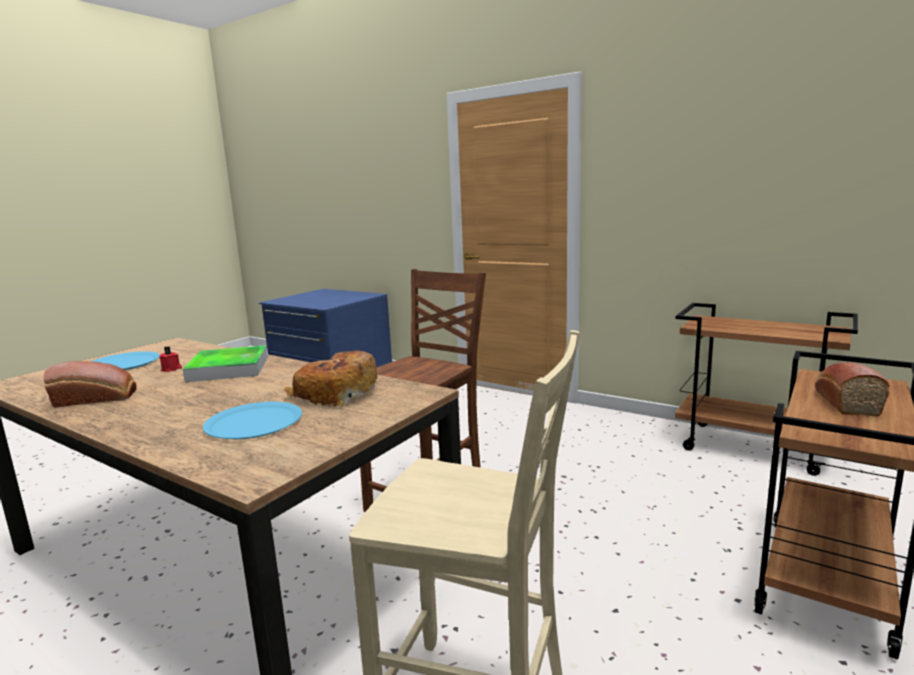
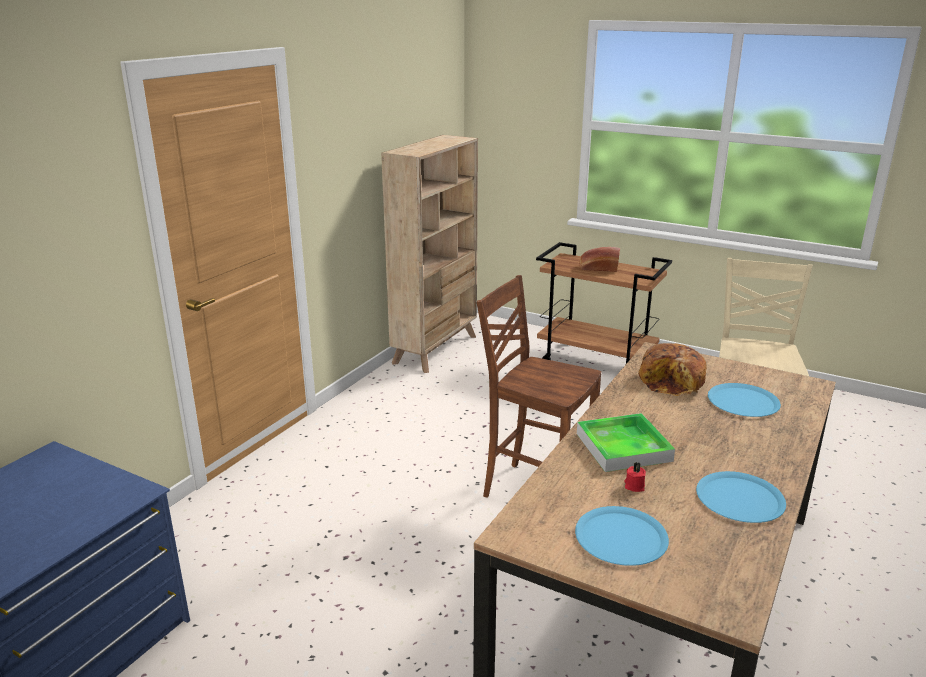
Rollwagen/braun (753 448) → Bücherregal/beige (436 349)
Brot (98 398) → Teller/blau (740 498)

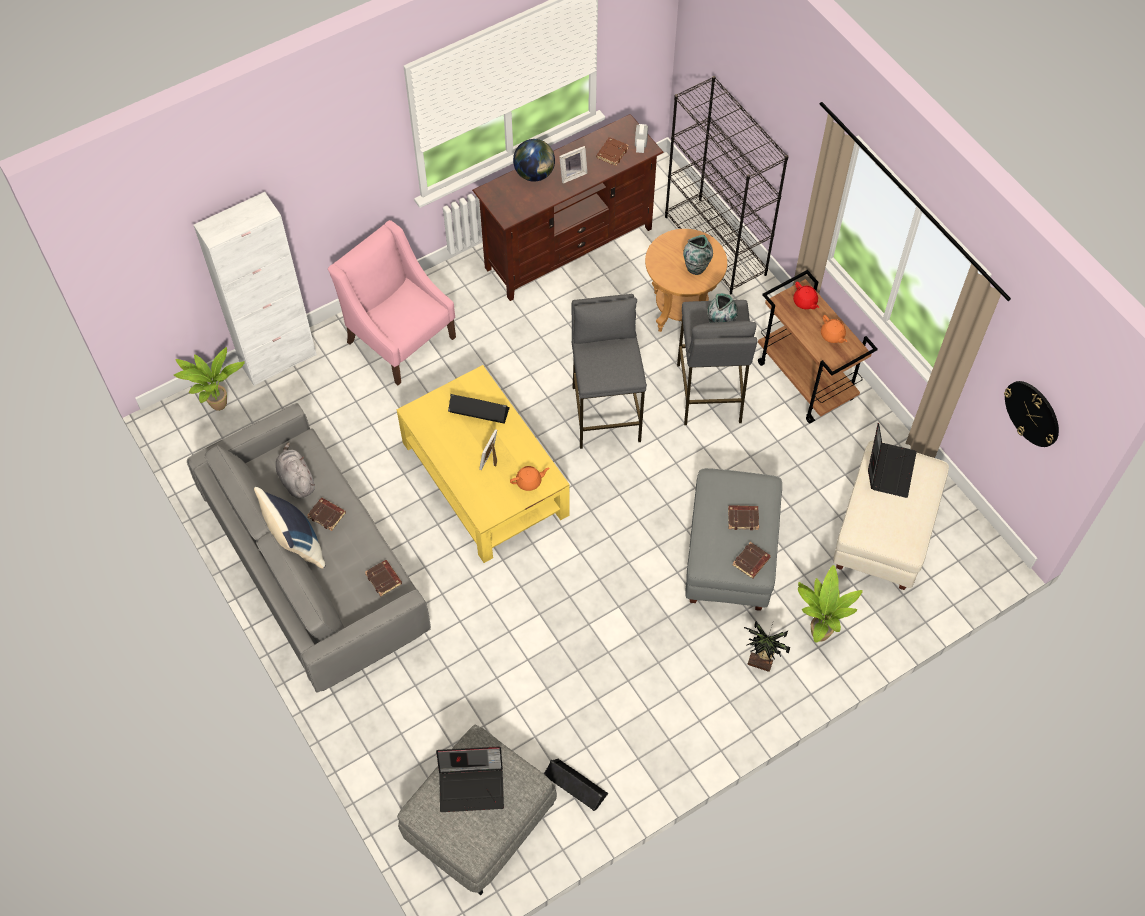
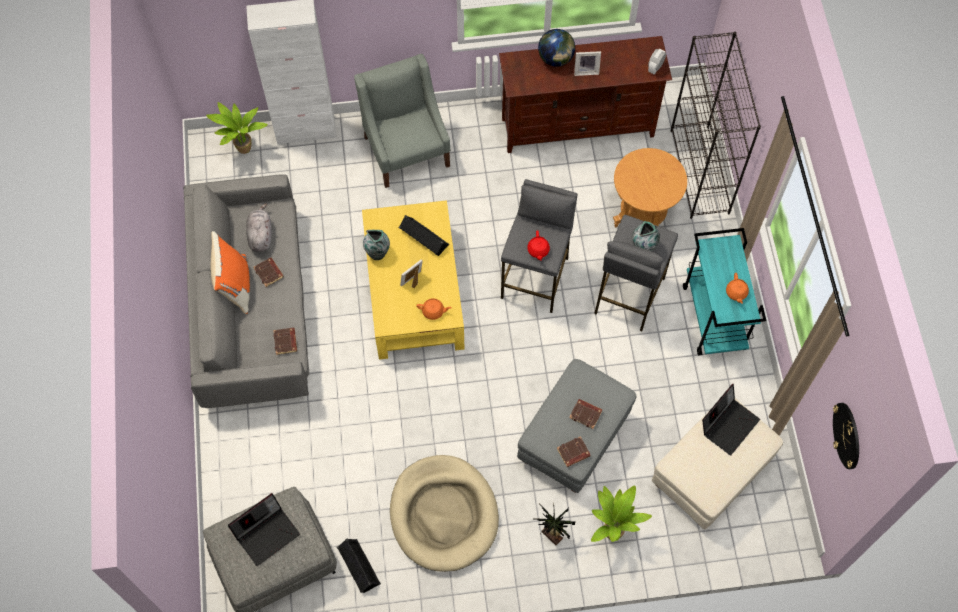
Buch/braun (612 153) → -
Sessel/rosa (400 338) → Sessel/grau (406 150)
Vase (696 267) → Vase (378 253), relocated
Rollwagen/braun (806 381) → Rollwagen/türkis (714 318)
Teekanne/rot (805 302) → Teekanne/rot (538 250), relocated
Kissen/blau (295 543) → Kissen/orange (235 285)
Laptop (472 785) → Laptop (267 533), 60 degrees counterclockwise
- → Hundebett/beige (443 514)

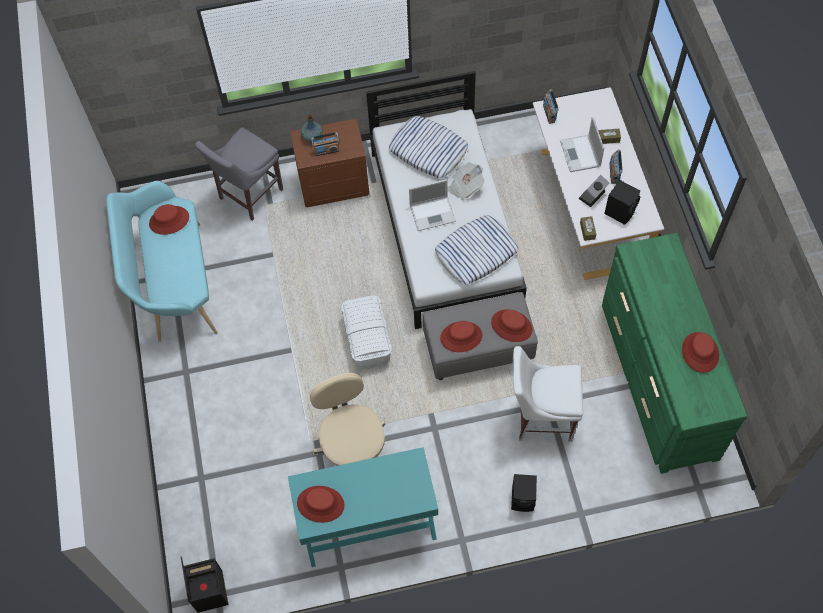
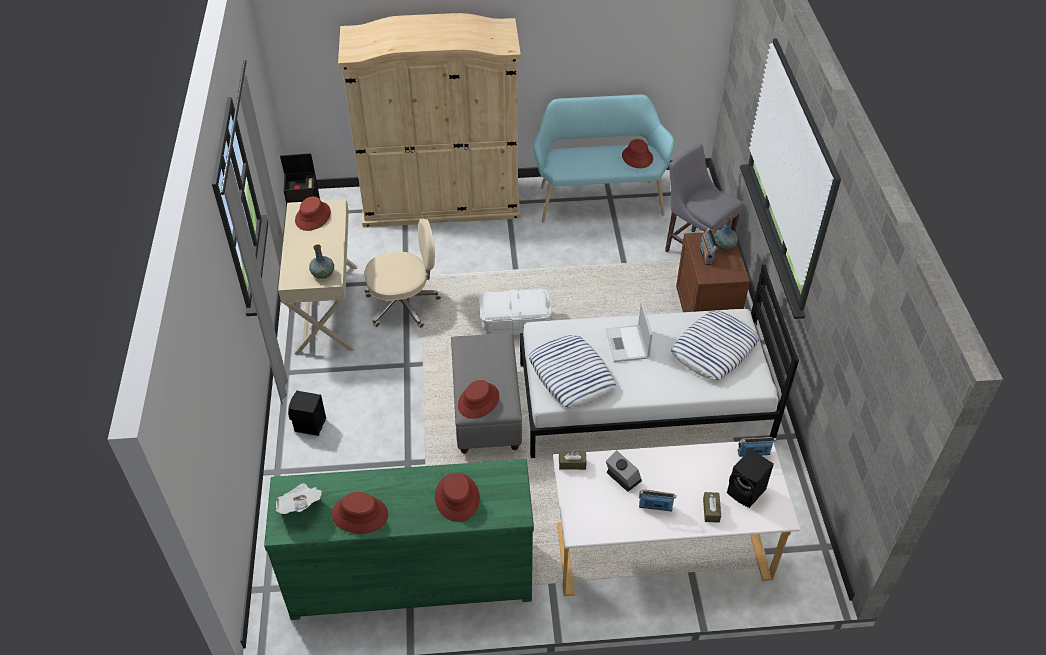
Laptop (580 154) → -
Zeitung (465 186) → Zeitung (300 505), relocated
Lautsprecher/schwarz (620 211) → Lautsprecher/schwarz (747 492), relocated
Hut/rot (461 337) → Hut/rot (457 497), relocated
Stuhl/weiß (541 417) → -
Schreibtisch/türkis (368 524) → Schreibtisch/beige (326 308)
- → Kleiderschrank/beige (441 203)
- → Vase (323 274)

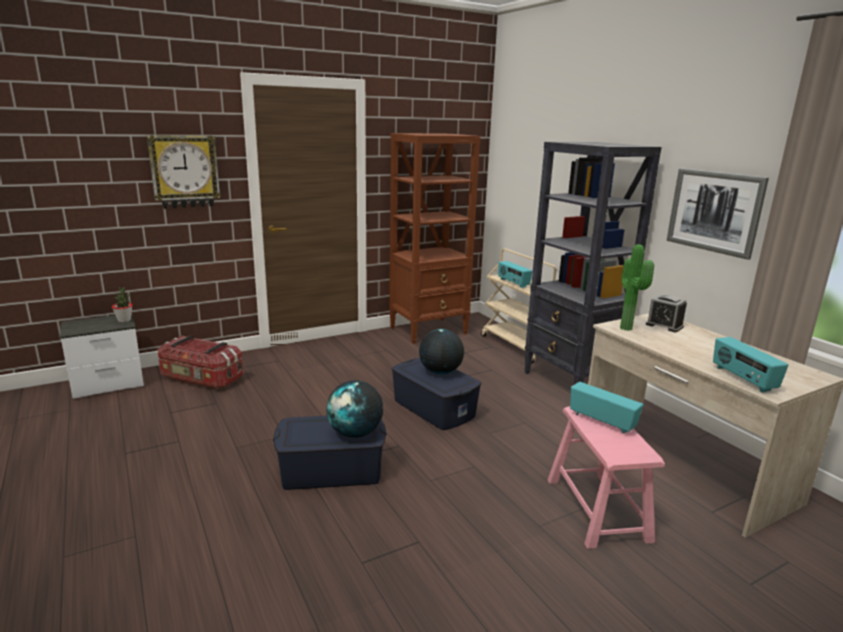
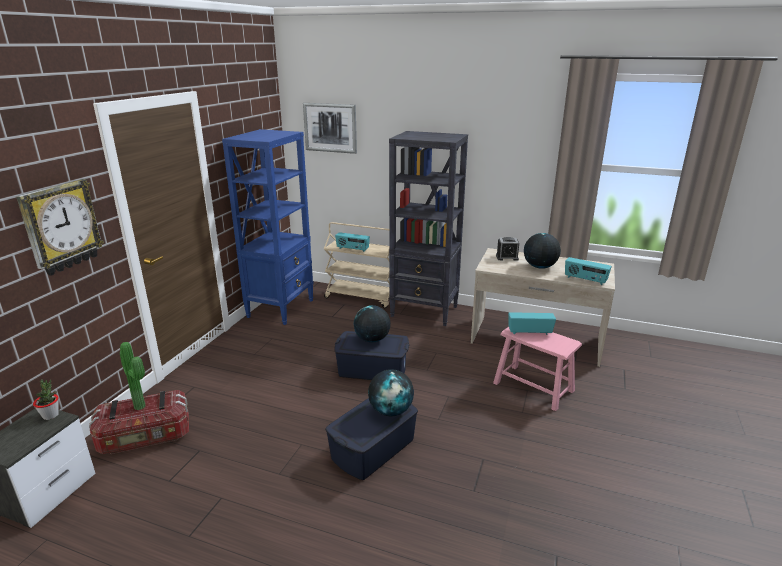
Bücherregal/braun (429 330) → Bücherregal/blau (281 308)
Bild (714 211) → Bild (330 127), relocated
Topfpflanze (628 328) → Topfpflanze (142 405), relocated
- → Globus (539 267)

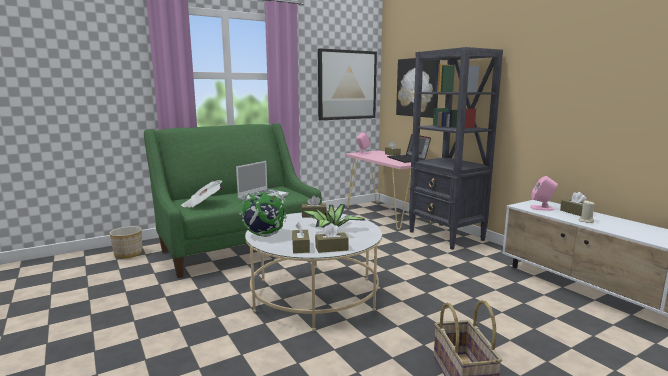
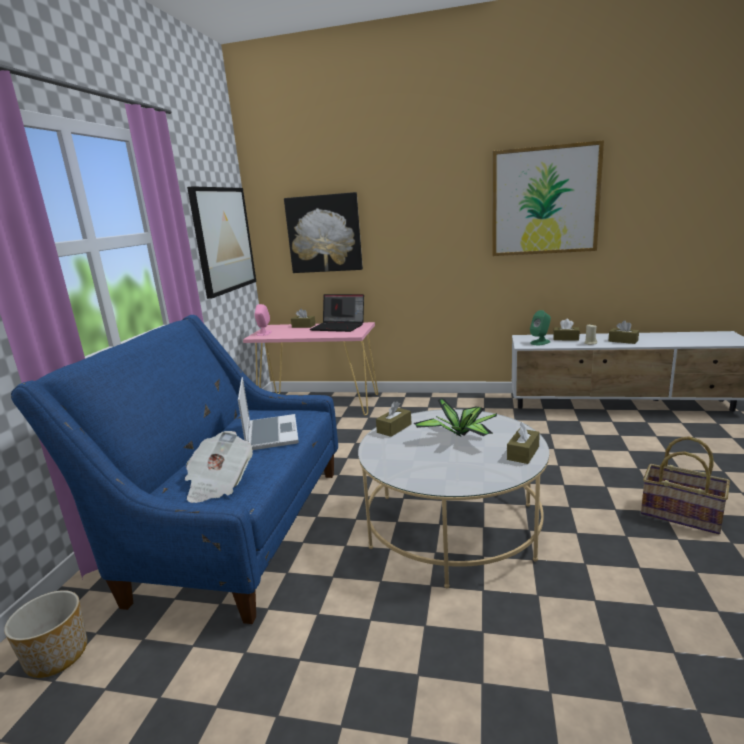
Bücherregal/schwarz (446 236) → -
Sofa/grün (237 246) → Sofa/blau (232 528)
Lautsprecher/rosa (542 208) → Lautsprecher/grün (540 342)
Globus (264 235) → -
Taschentuchbox/braun (300 247) → Taschentuchbox/braun (623 341), relocated
- → Bild (544 201)

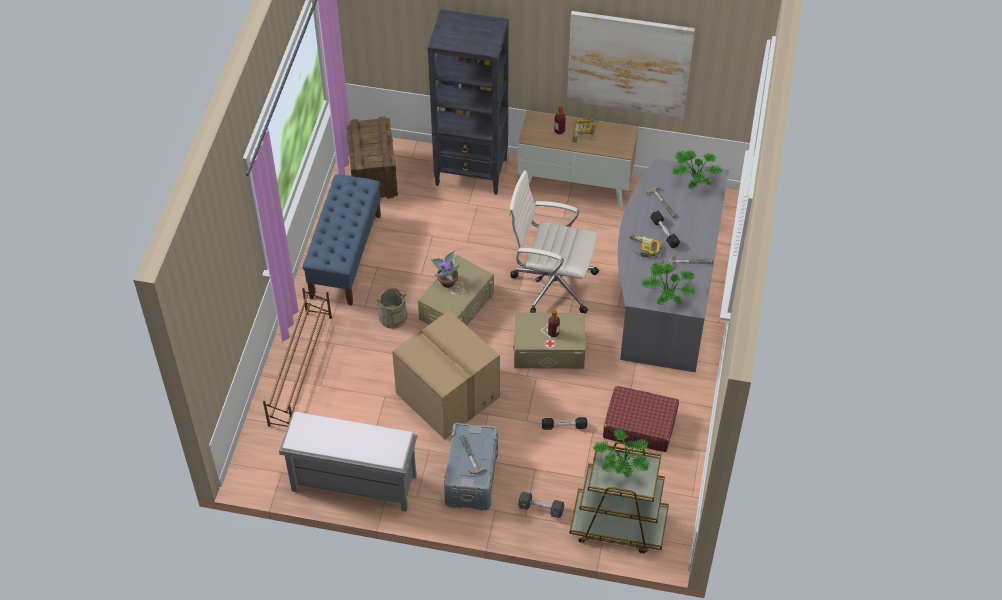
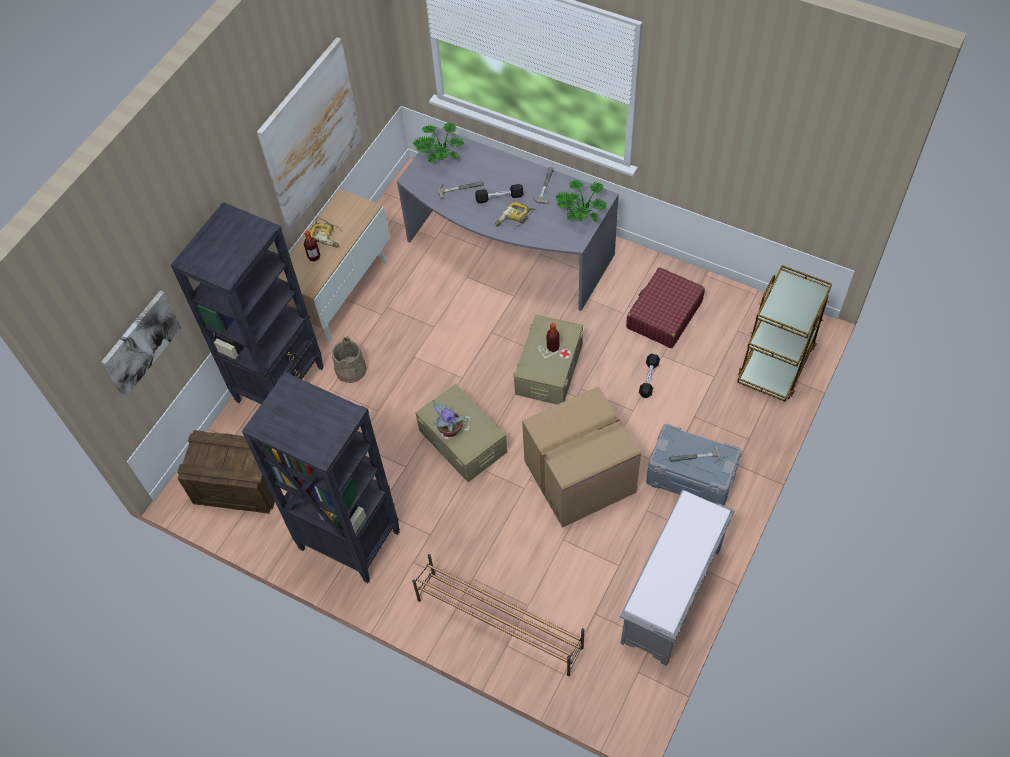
Bürostuhl/weiß (551 284) → -
Bank/blau (346 256) → Bücherregal/schwarz (349 540)
Eimer/beige (393 316) → Eimer/beige (350 369), relocated
Topfpflanze (622 467) → -
Hantel/schwarz (541 509) → -
- → Bild (140 343)

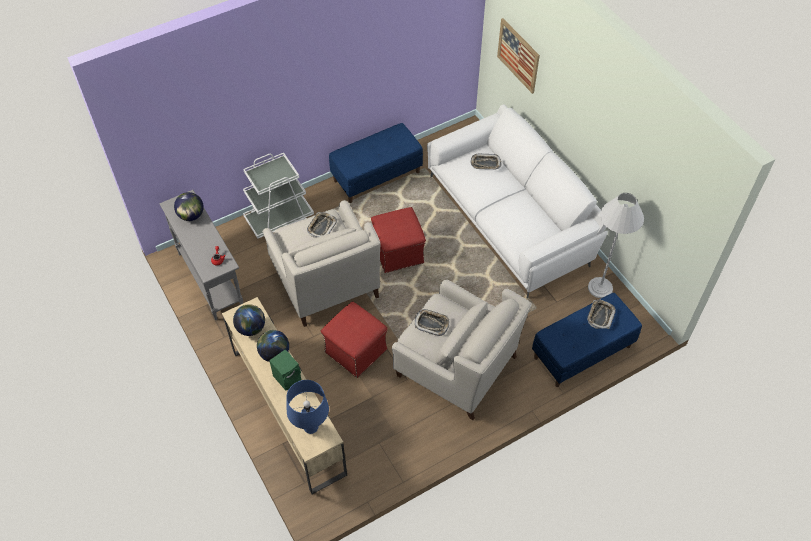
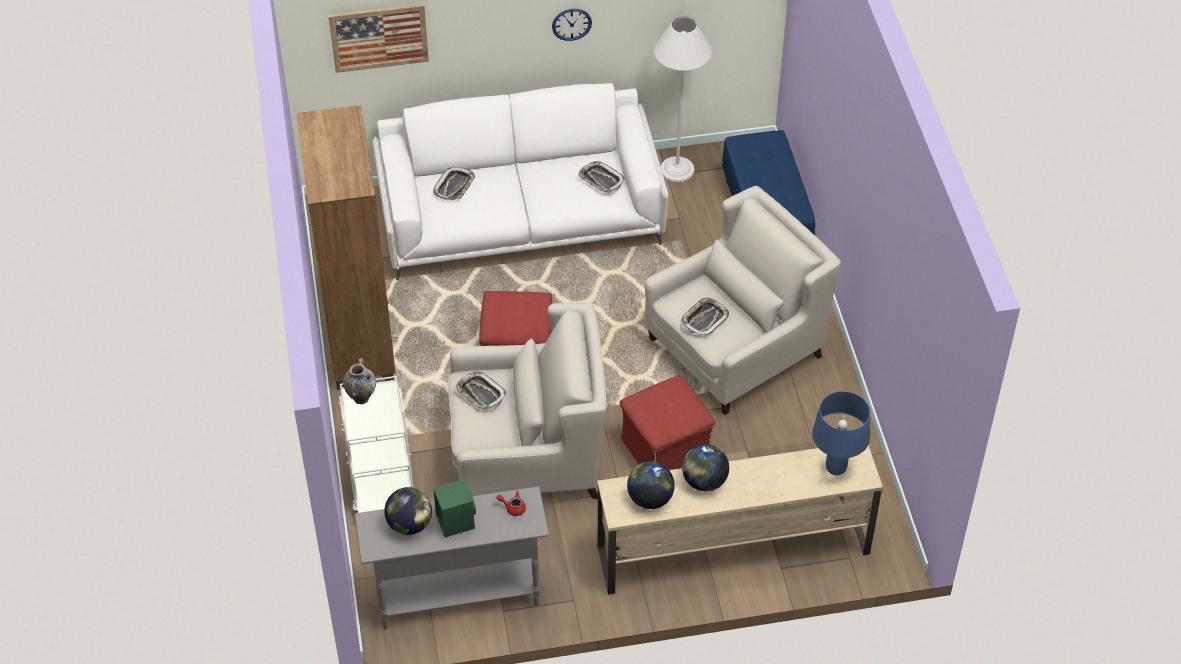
Bank/blau (376 176) → Bücherregal/braun (360 341)
Tablett (600 316) → Tablett (601 180), relocated
Lautsprecher/grün (288 377) → Lautsprecher/grün (455 521), relocated
- → Wanduhr (571 24)
- → Vase (361 398)

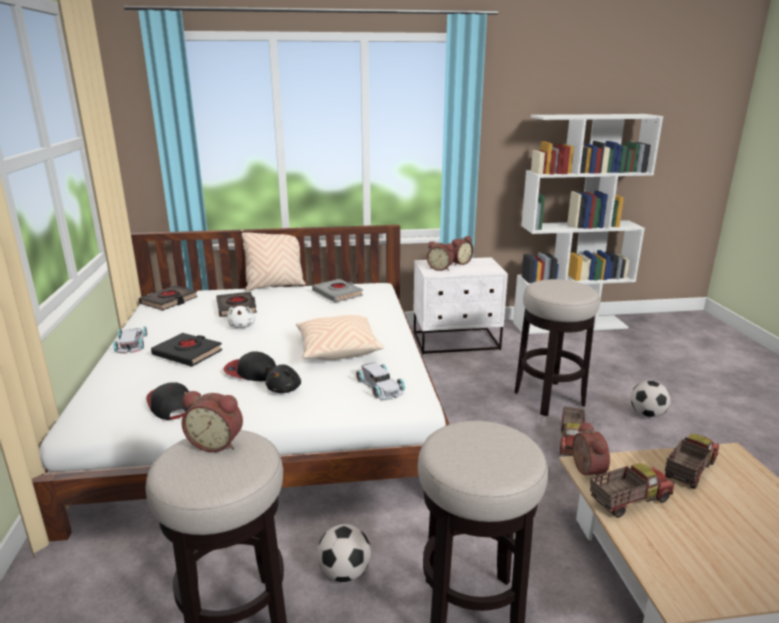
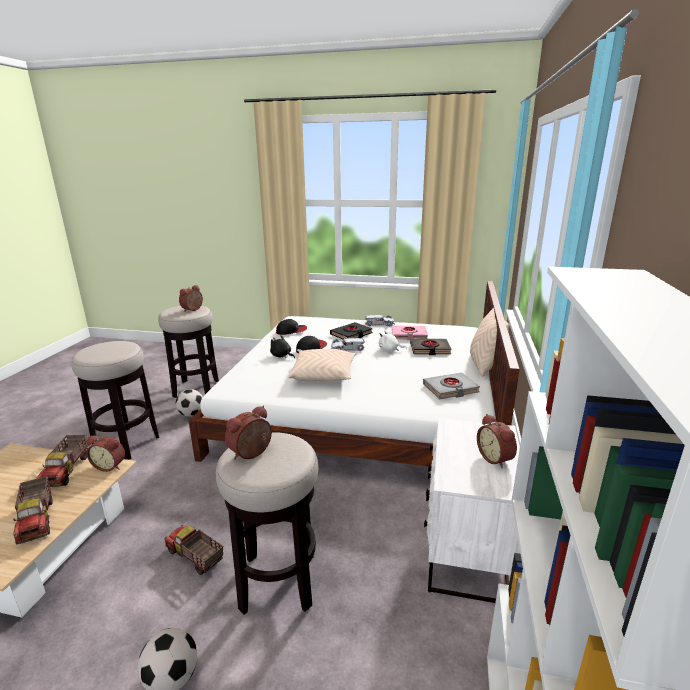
Wecker (440 268) → Wecker (252 454), relocated
Buch/schwarz (169 301) → -
Spielzeugauto/weiß (379 386) → Spielzeugauto/weiß (347 348), relocated
- → Buch/rosa (409 335)

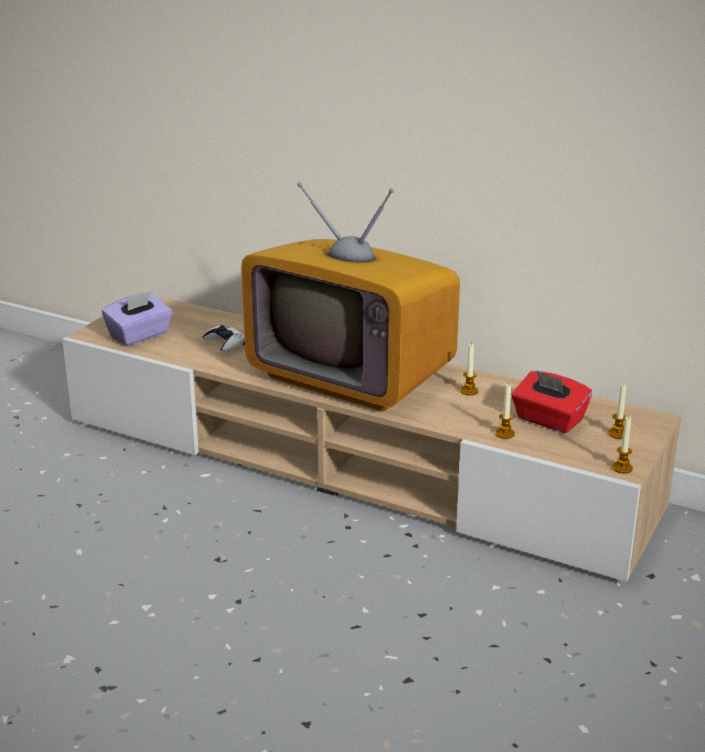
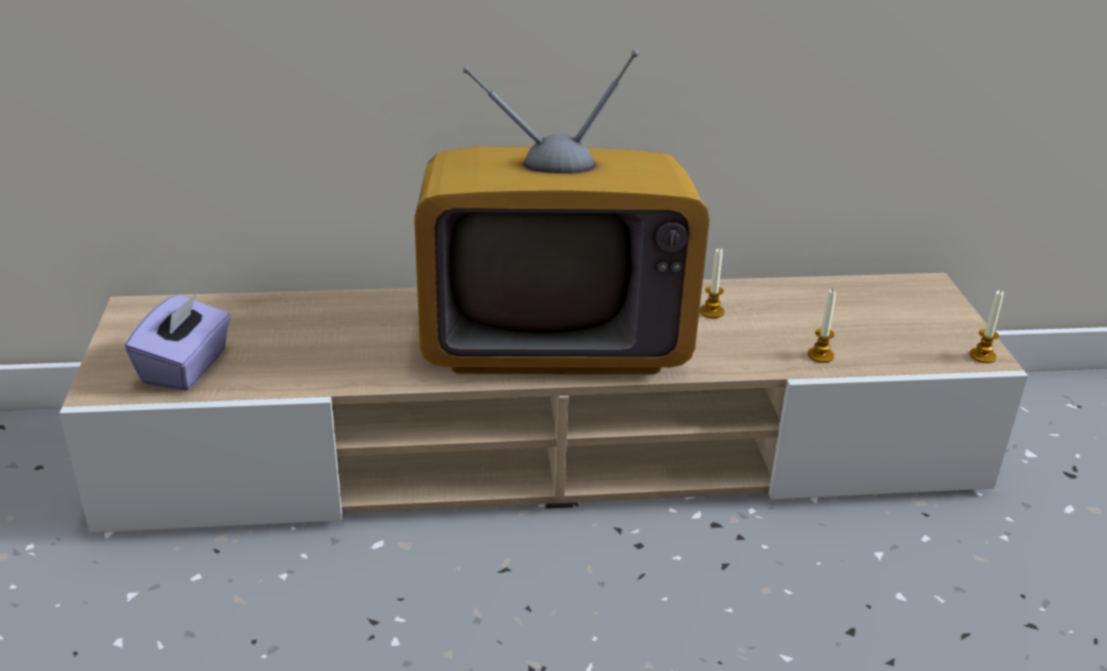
Gamepad/weiß (225 343) → -
Taschentuchbox/rot (548 420) → -
Kerze (617 434) → -

